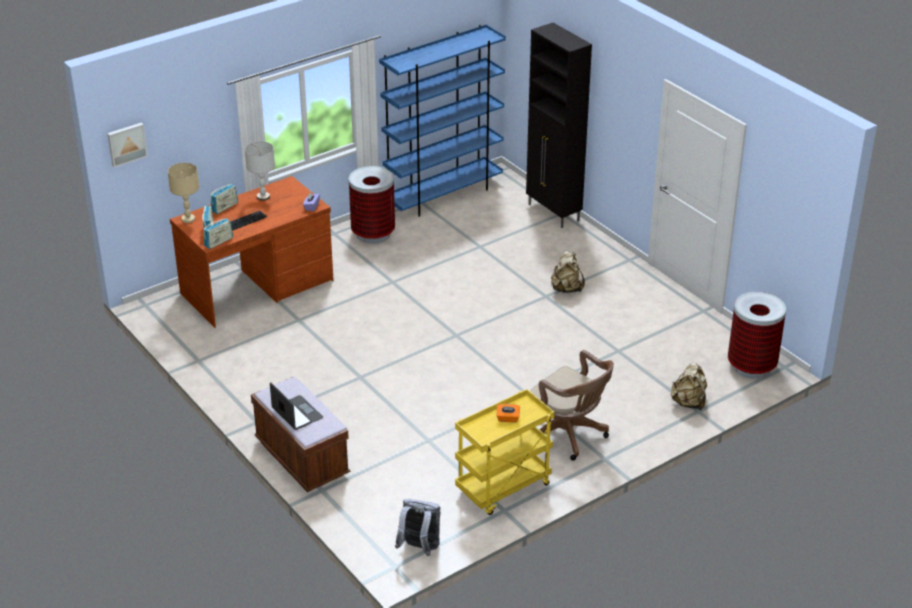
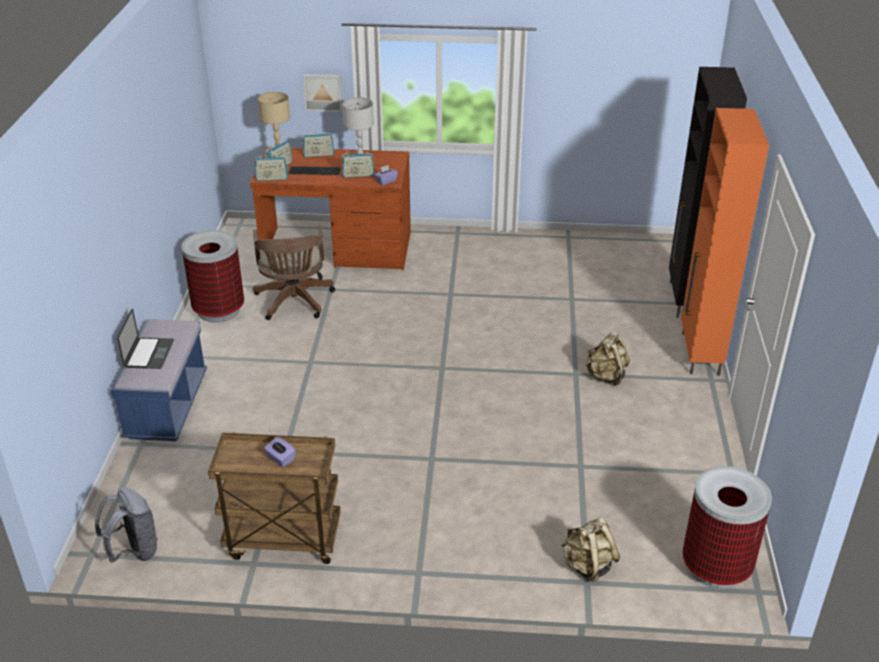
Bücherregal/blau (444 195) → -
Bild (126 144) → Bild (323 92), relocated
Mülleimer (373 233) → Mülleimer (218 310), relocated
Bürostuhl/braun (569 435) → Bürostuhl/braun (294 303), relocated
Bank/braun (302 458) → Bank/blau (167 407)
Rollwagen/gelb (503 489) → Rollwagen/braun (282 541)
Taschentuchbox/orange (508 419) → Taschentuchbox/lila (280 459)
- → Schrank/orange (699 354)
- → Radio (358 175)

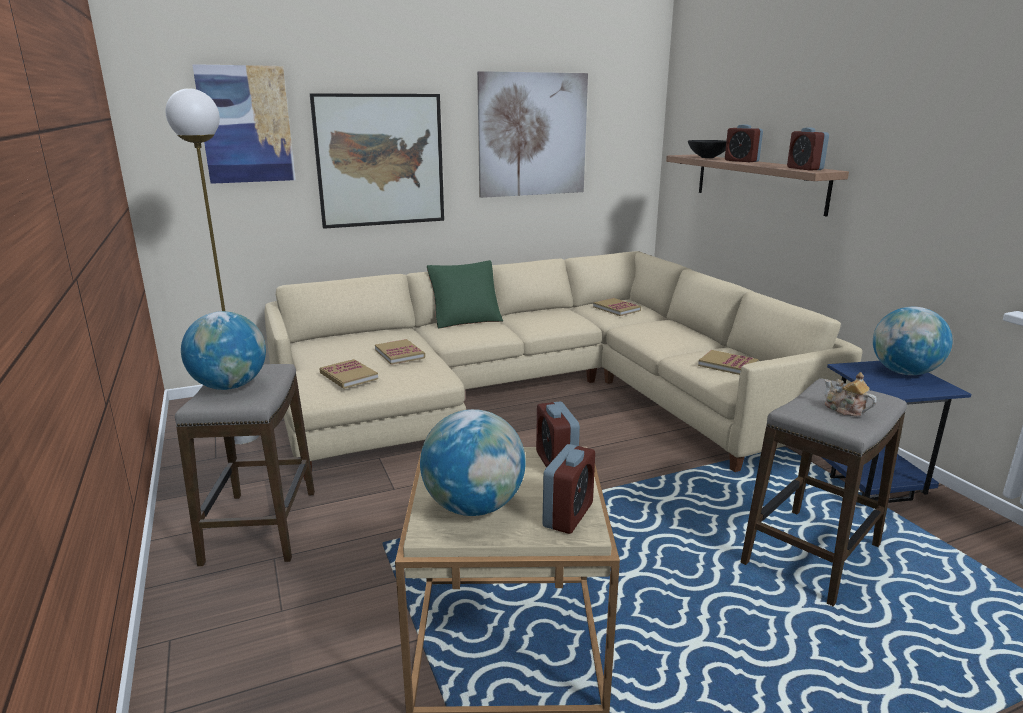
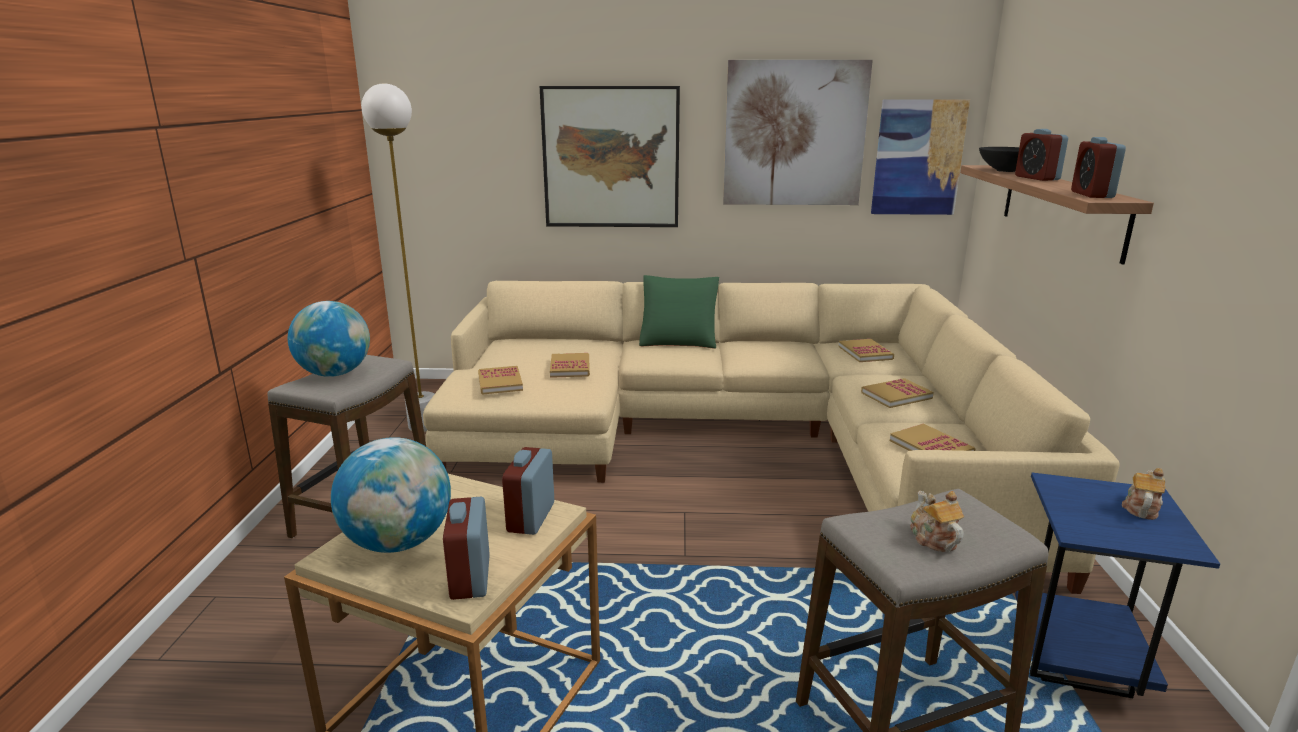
Bild (246 125) → Bild (918 158), relocated
Globus (904 372) → Teekanne (1140 508)
Wecker (568 515) → Wecker (470 577), 120 degrees clockwise
- → Buch (896 395)

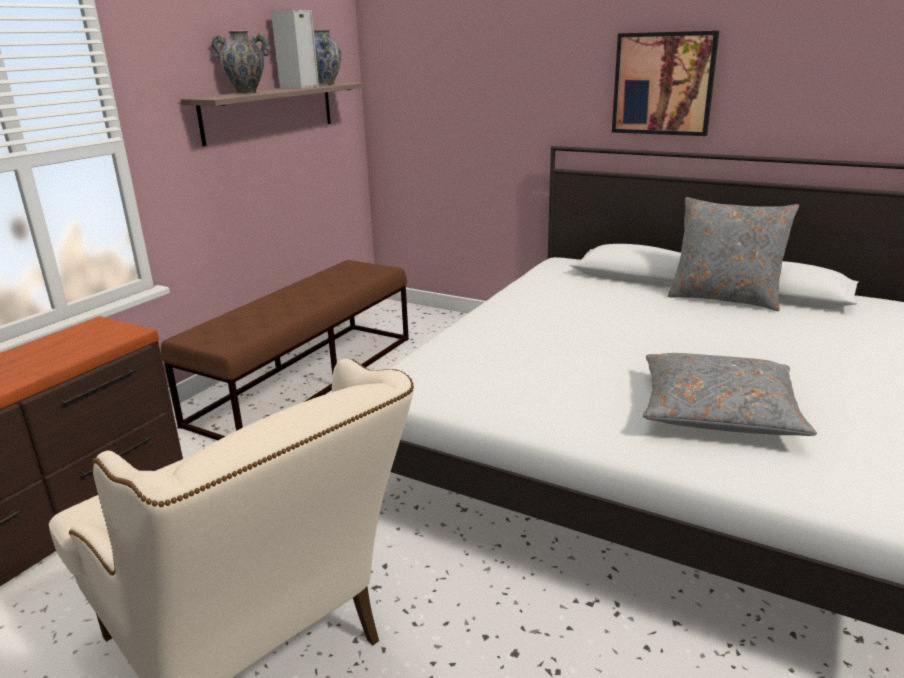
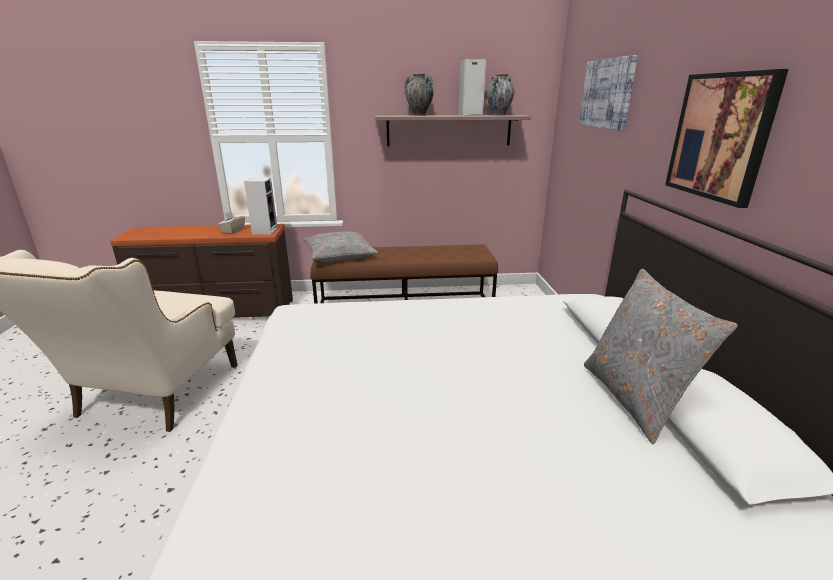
Kissen/grau (718 411) → Kissen/grau (340 255), relocated
- → Bild (607 94)
- → Lautsprecher (264 231)
- → Taschentuchbox/beige (233 231)

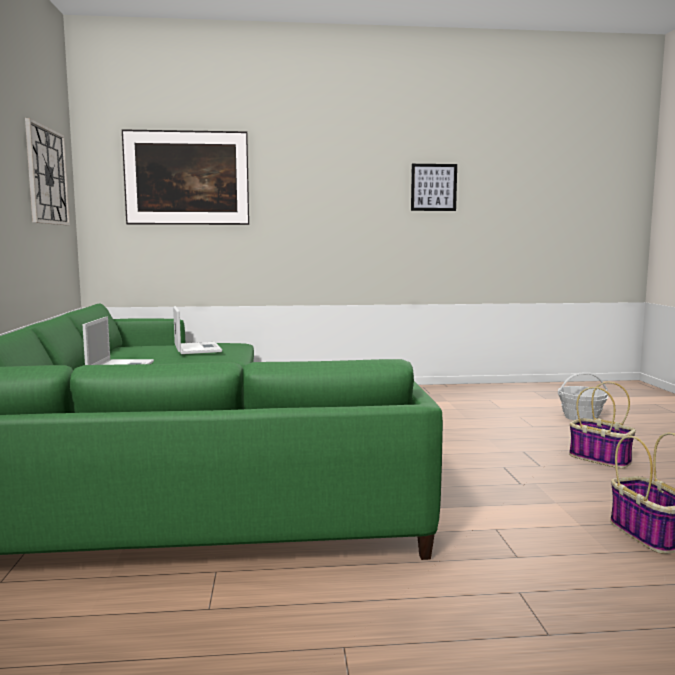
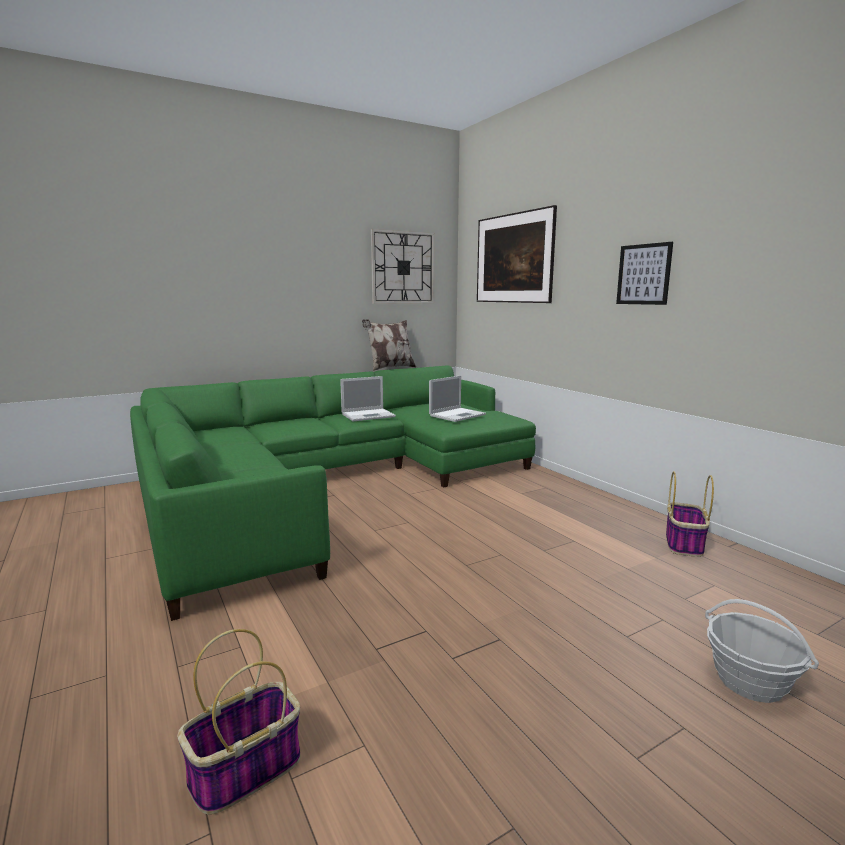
Bild (433 187) → Bild (643 274), relocated
Korb (601 459) → Korb (684 544), relocated
- → Kissen (390 368)

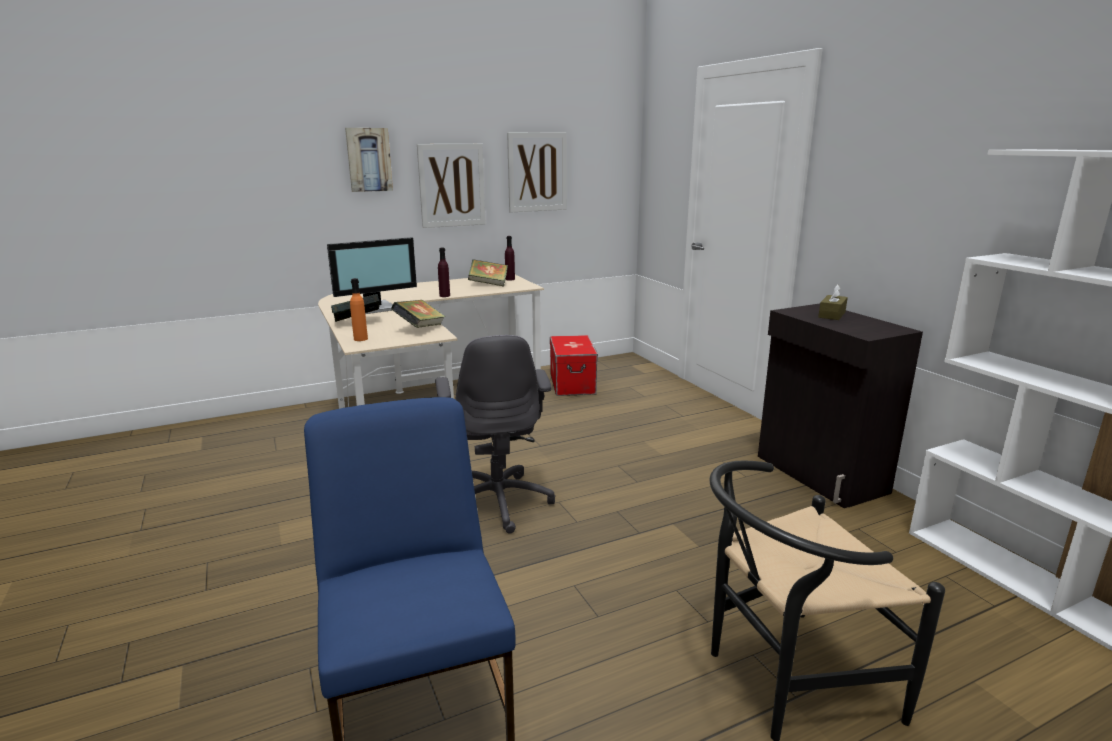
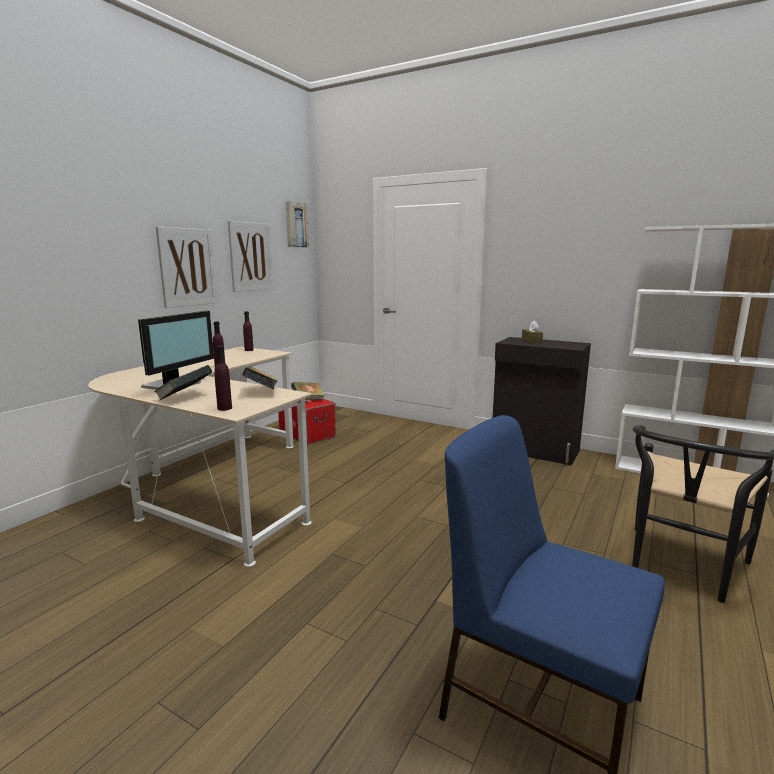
Bild (369 159) → Bild (296 225), relocated
Buch (488 284) → Buch (308 400), relocated
Flasche/orange (360 339) → Flasche/lila (224 408)
Bürostuhl/grau (498 502) → -

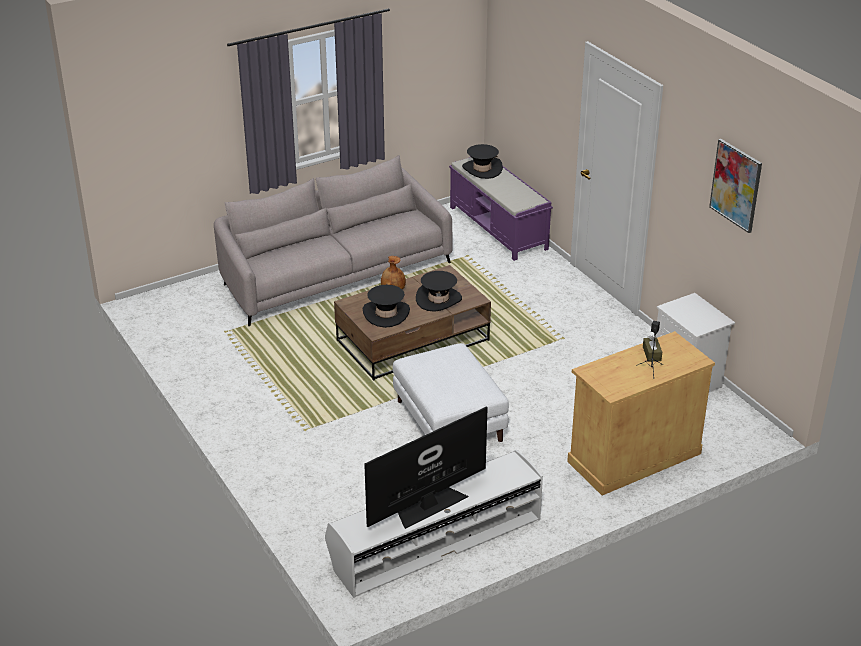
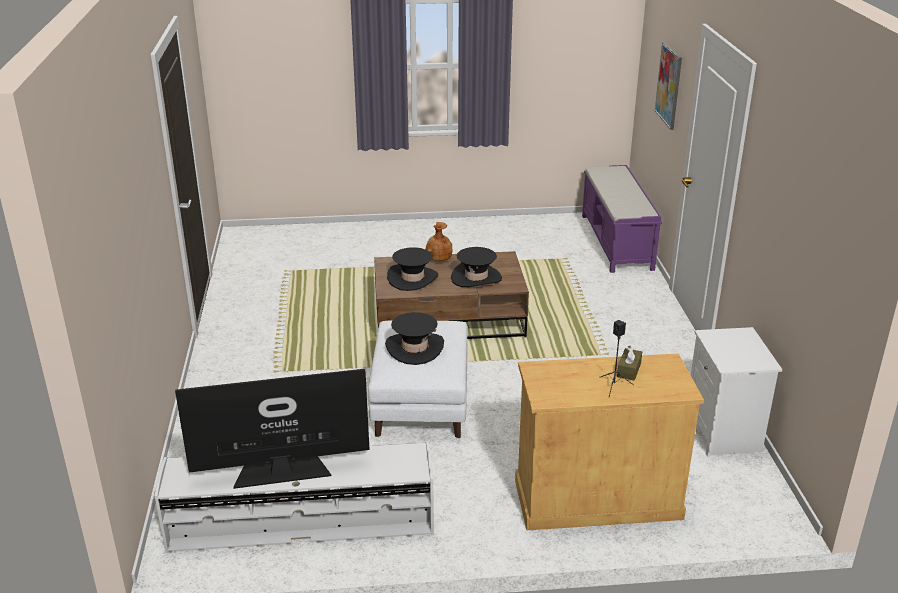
Bild (736 185) → Bild (669 85), relocated
Hut/schwarz (482 169) → Hut/schwarz (414 348), relocated
Sofa/grau (333 274) → -

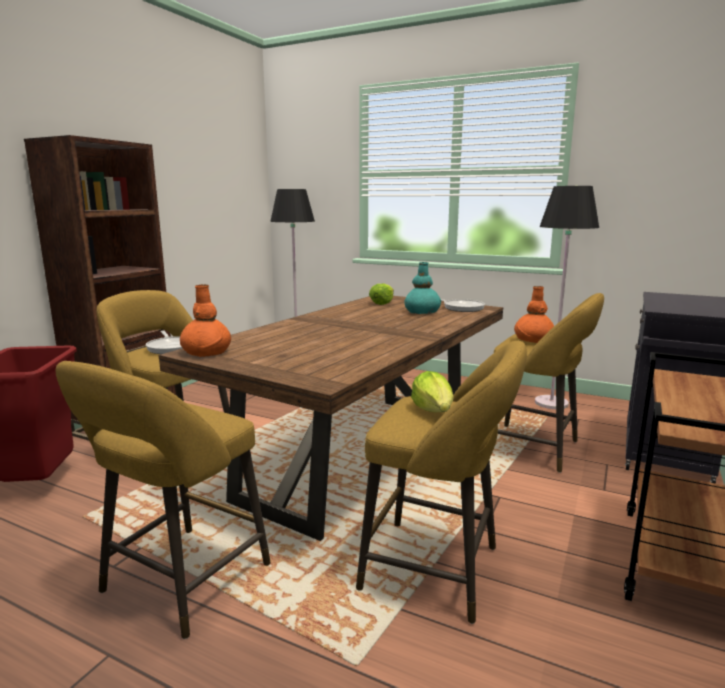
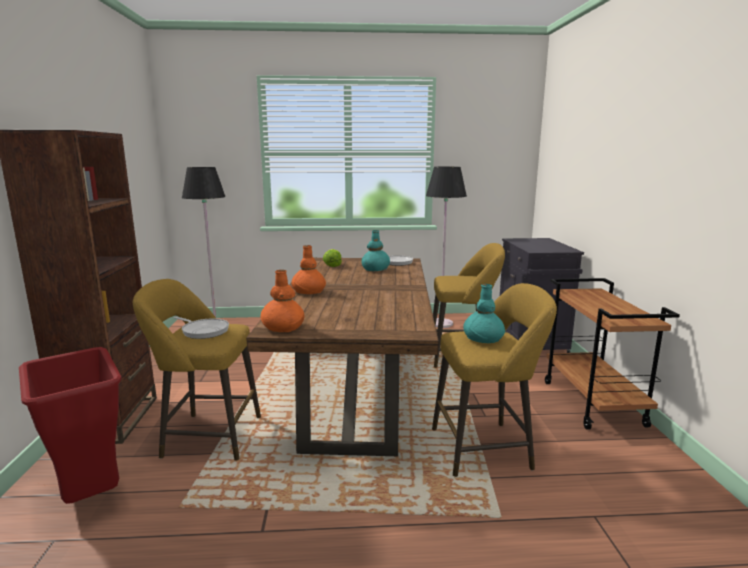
Vase/orange (533 340) → Vase/orange (308 291), relocated
Hocker/gelb (180 584) → -
Salatkopf (434 411) → Vase/türkis (483 338)

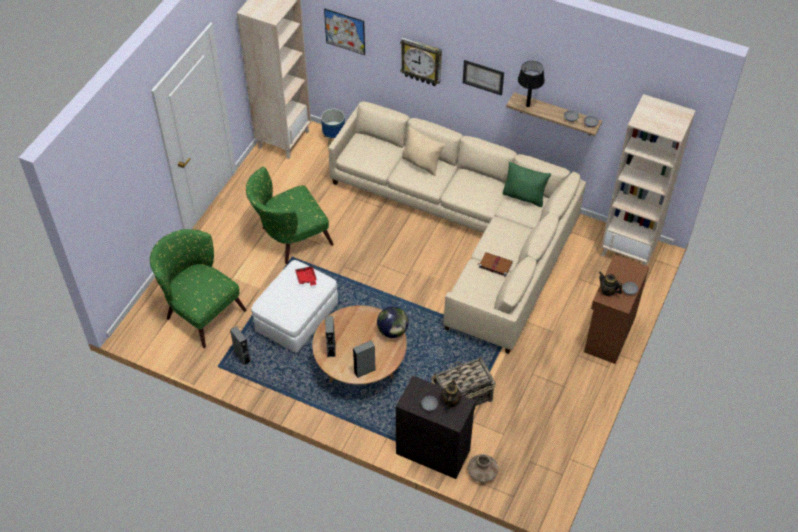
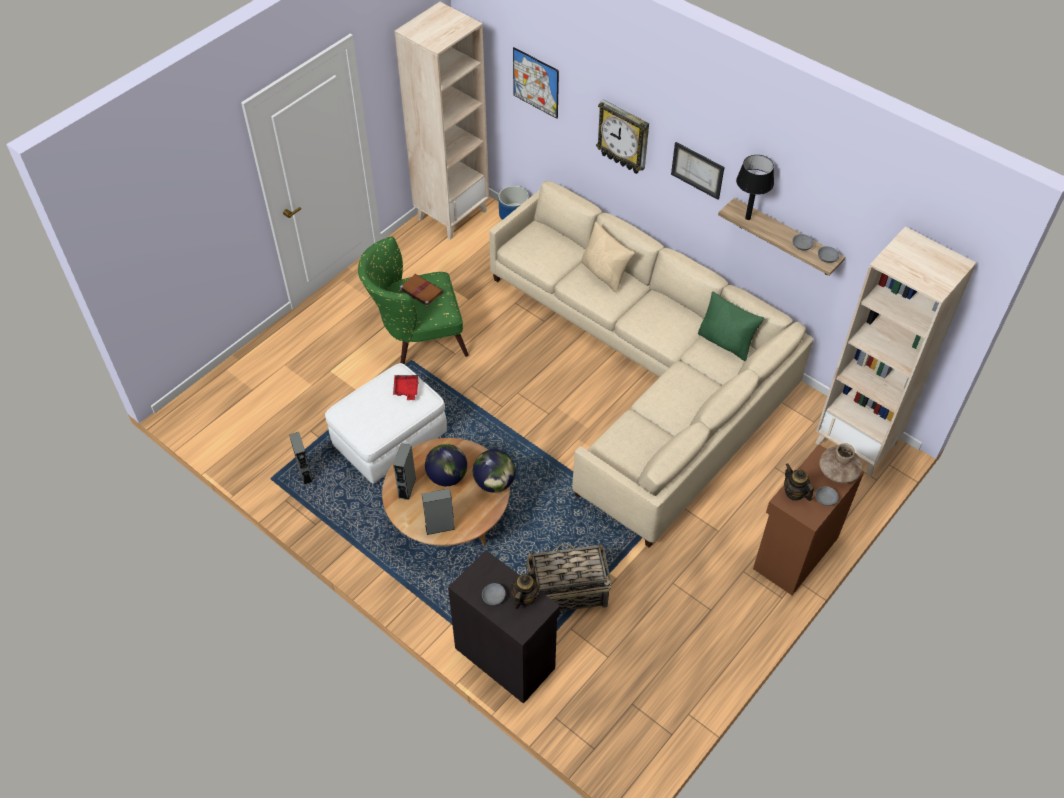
Sessel/grün (200 310) → -
Buch/braun (495 265) → Buch/braun (420 290), relocated
Vase/braun (482 472) → Vase/braun (838 471), relocated
- → Globus (447 477)

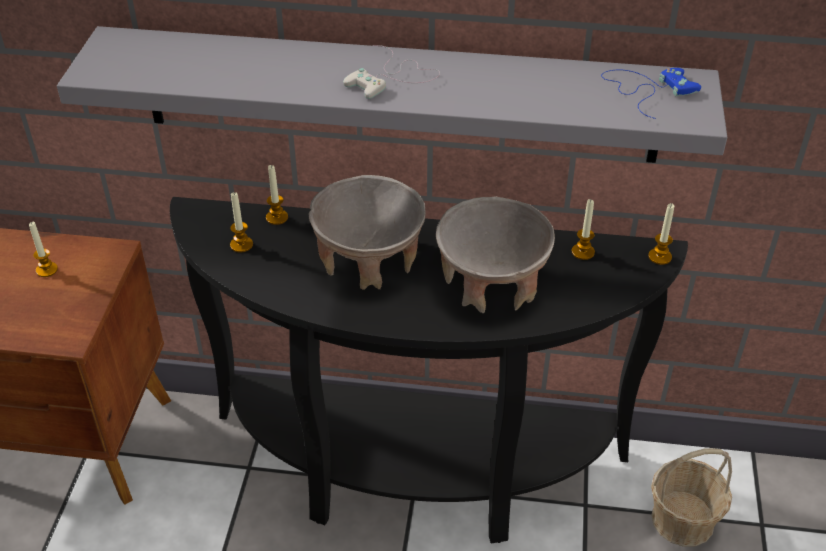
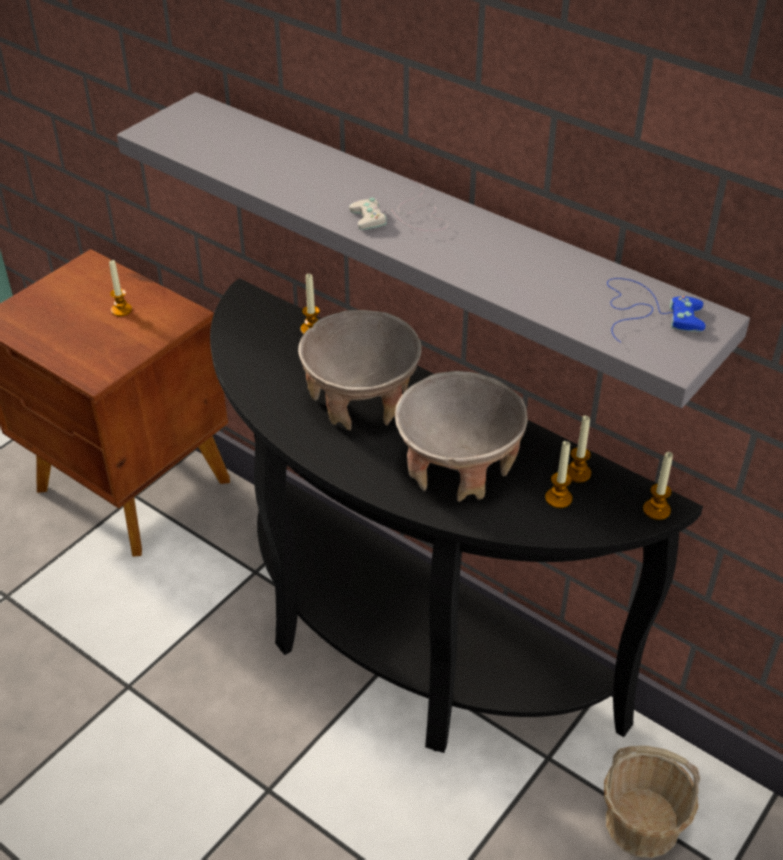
Kerze (241 245) → Kerze (558 498), relocated

